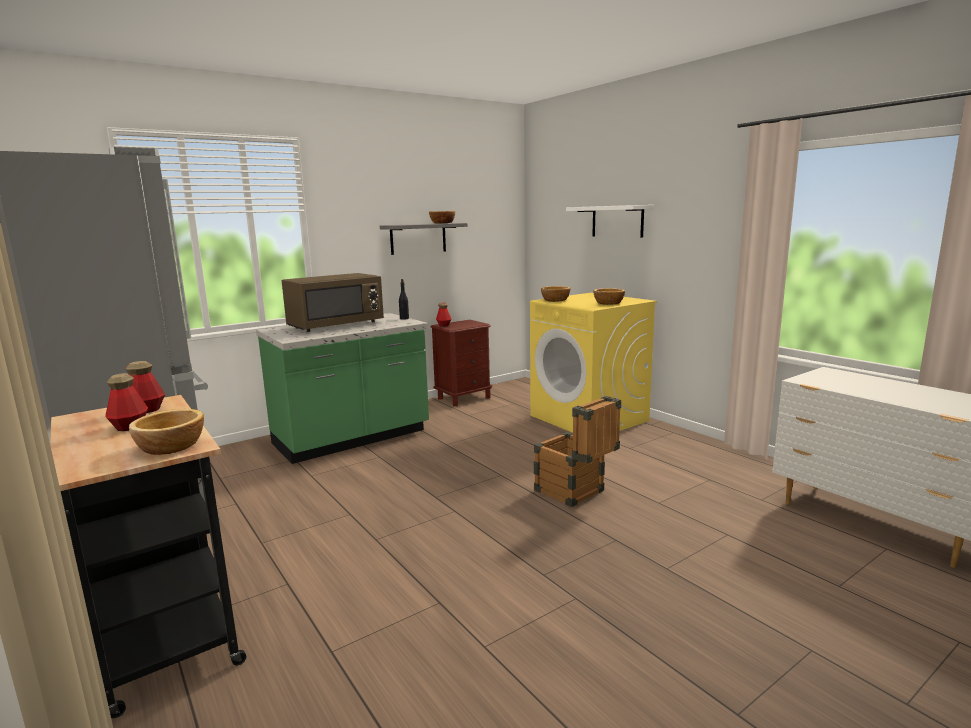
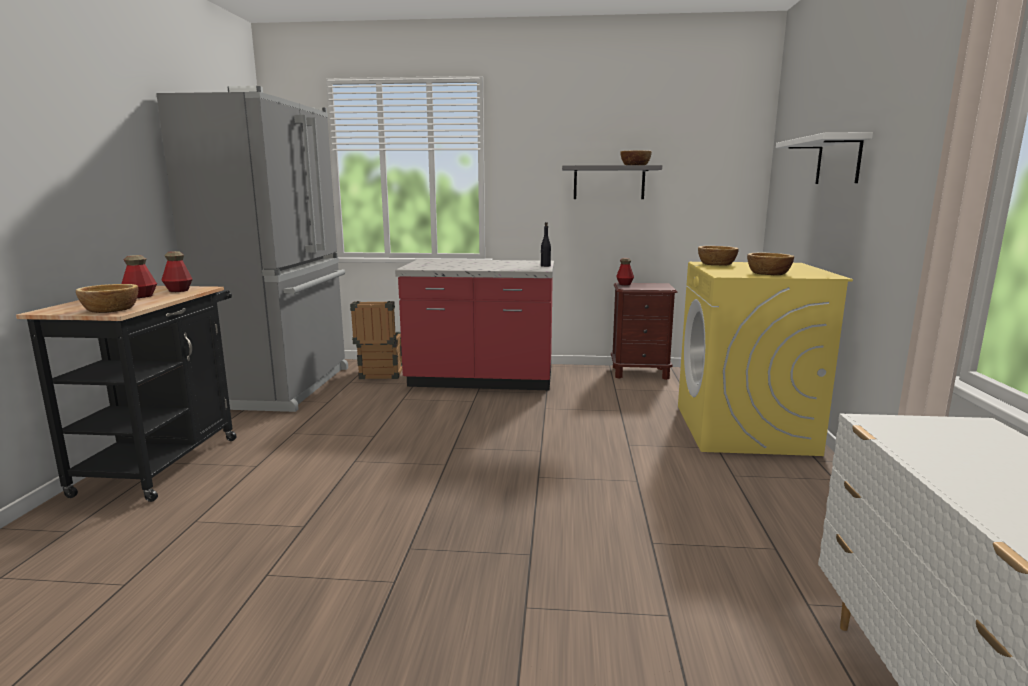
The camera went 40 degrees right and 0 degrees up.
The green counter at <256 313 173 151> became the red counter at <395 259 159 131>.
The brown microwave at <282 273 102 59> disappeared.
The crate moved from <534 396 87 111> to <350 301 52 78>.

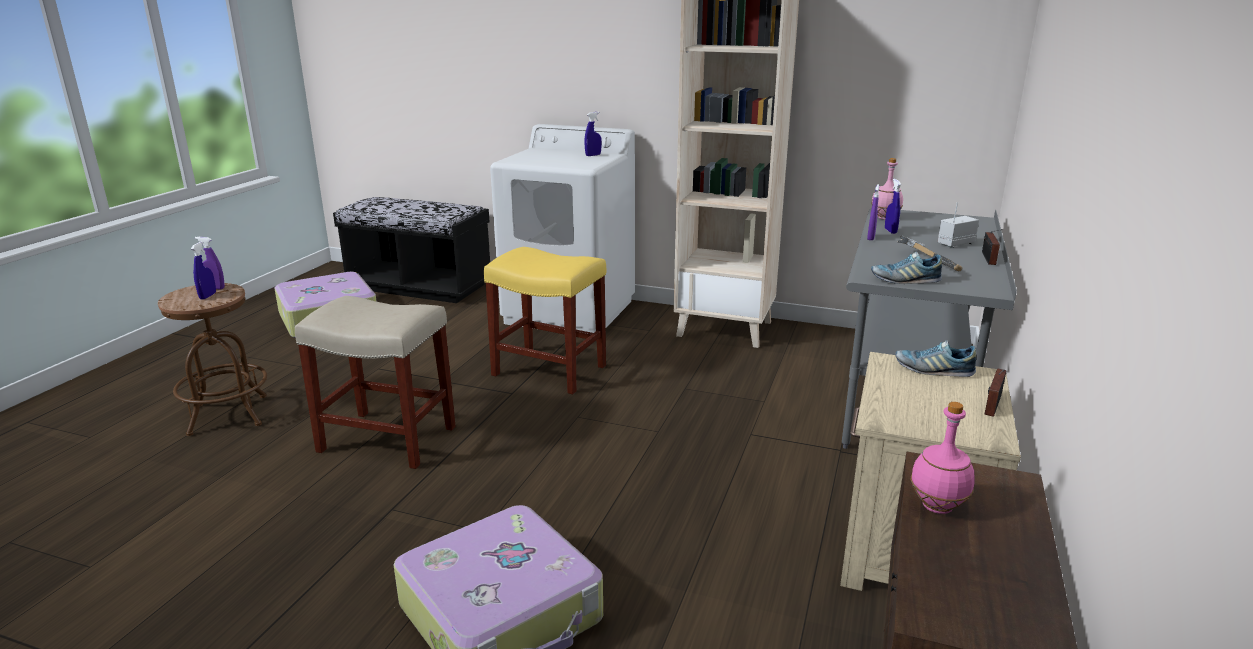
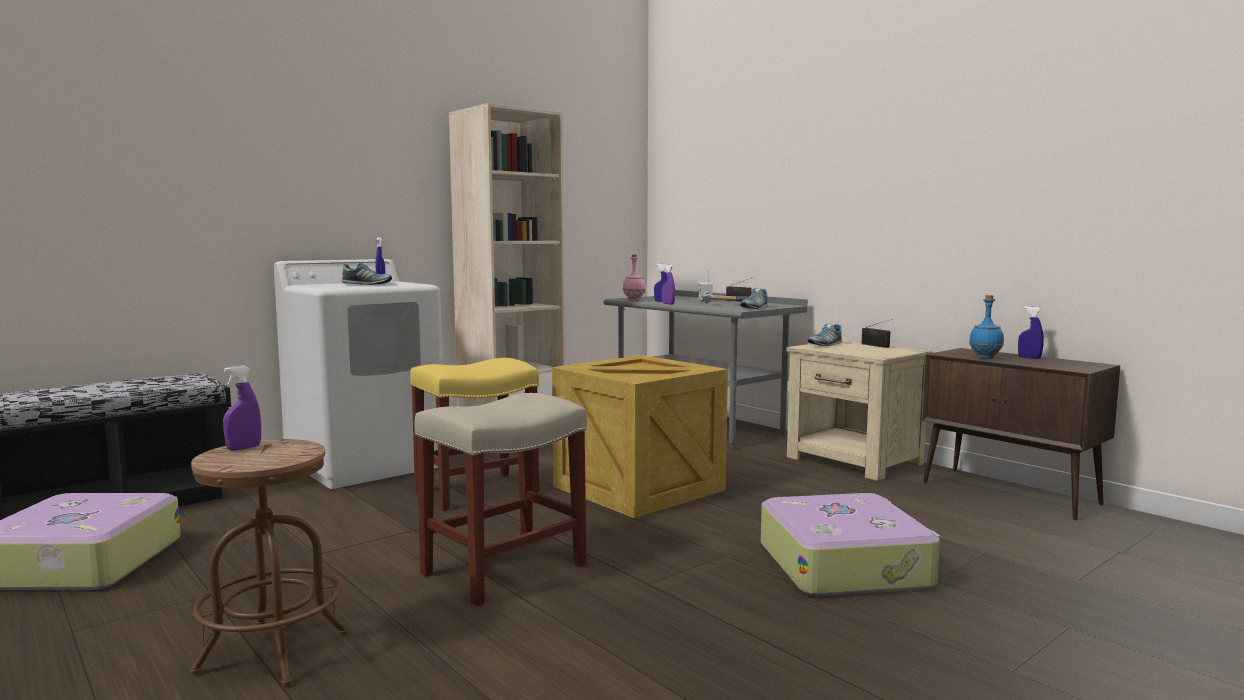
The camera went 60 degrees left and 15 degrees down.
The blue spray bottle moved from <191 241 25 58> to <1018 306 26 53>.
The pink bottle at <911 402 64 112> became the blue bottle at <969 295 35 64>.
The shoe at <341 262 51 23> appeared.
The crate at <552 355 176 163> appeared.

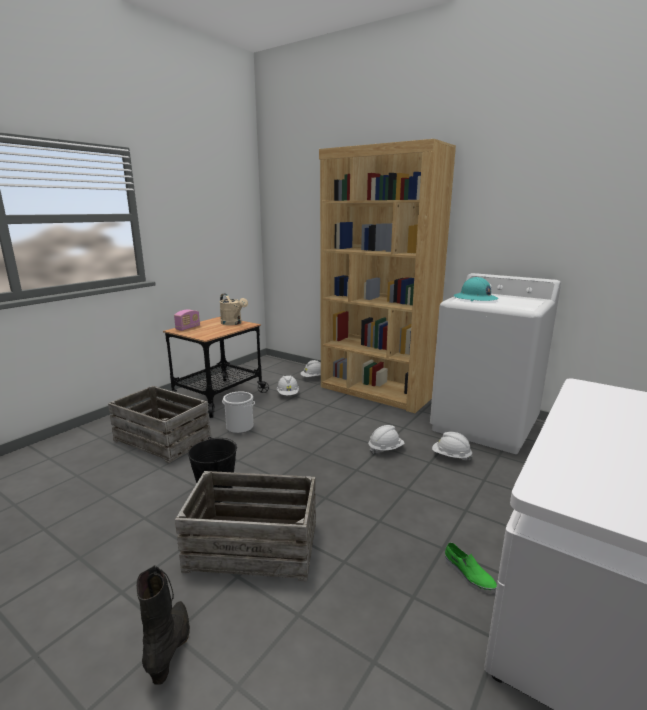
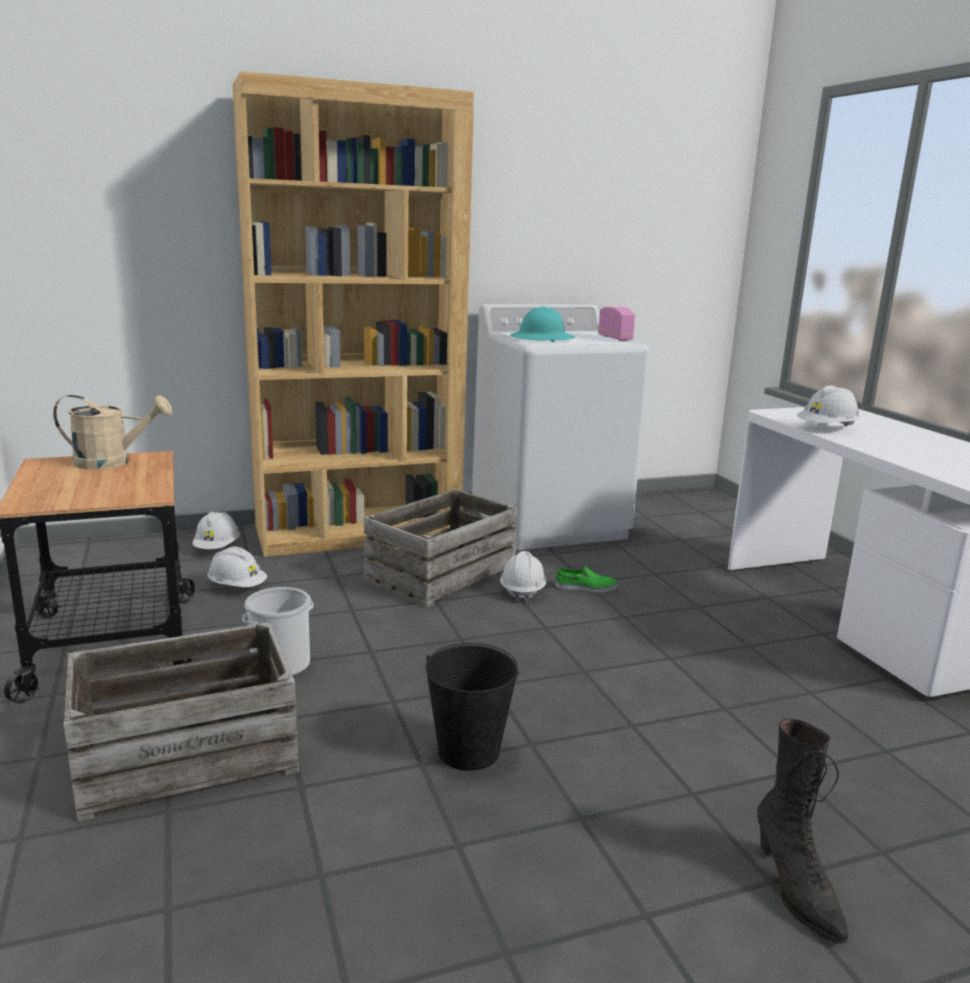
The camera went 55 degrees left and 0 degrees up.
The black boot at <136 565 54 120> turned 135 degrees counterclockwise.
The radio moved from <174 309 26 22> to <598 307 37 34>.
The crate moved from <175 471 141 110> to <363 489 155 119>.
The white hard hat moved from <432 432 41 28> to <797 385 63 42>.
The green shoe moved from <445 542 52 51> to <555 566 63 27>.

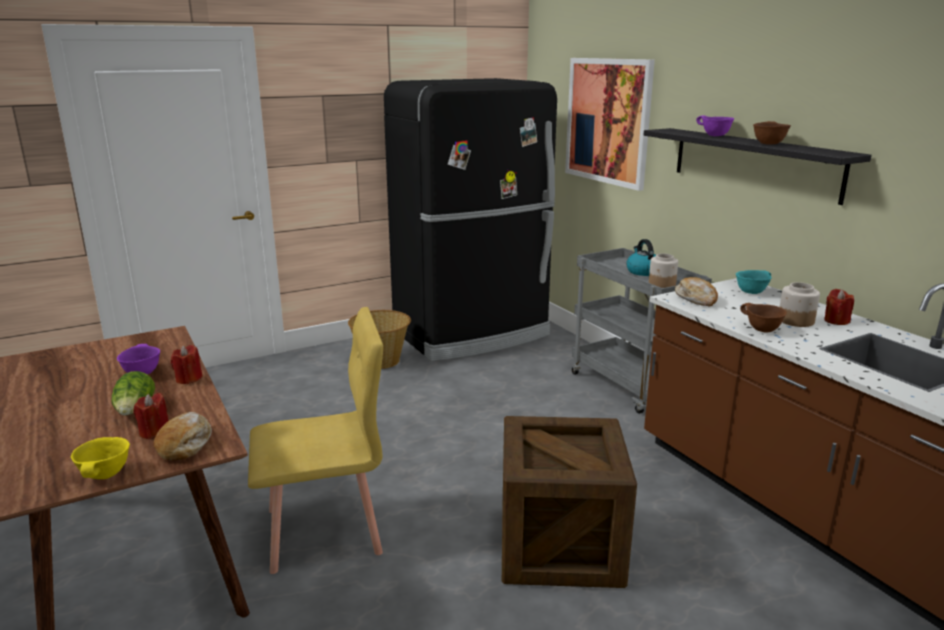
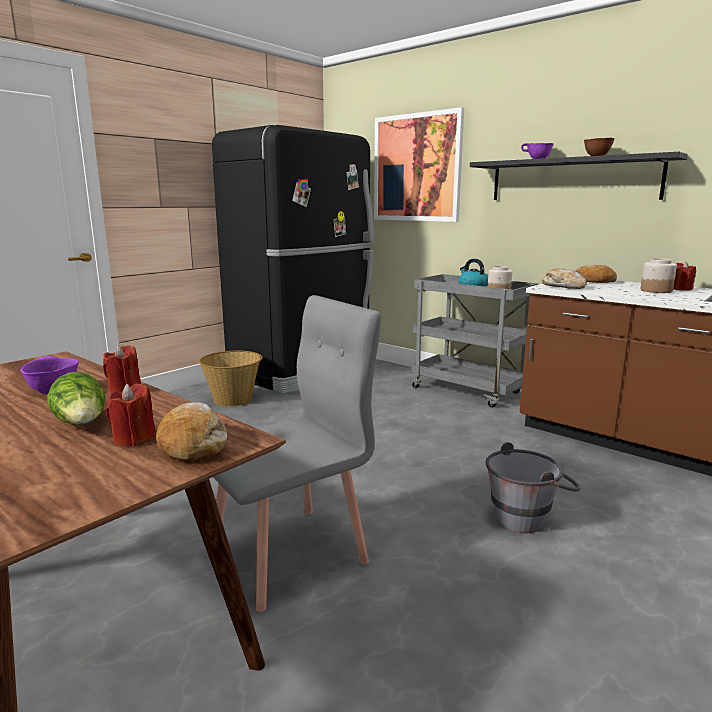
The camera went 20 degrees left and 5 degrees down.
The yellow bowl at <71 437 59 42> disappeared.
The yellow chair at <248 307 135 267> became the grey chair at <213 295 168 317>.
The crate at <502 416 135 172> was replaced by the grey bucket at <485 442 96 91>.
The turquoise bowl at <736 270 36 24> was replaced by the bread at <574 265 43 18>.
The brown bowl at <740 303 47 29> disappeared.

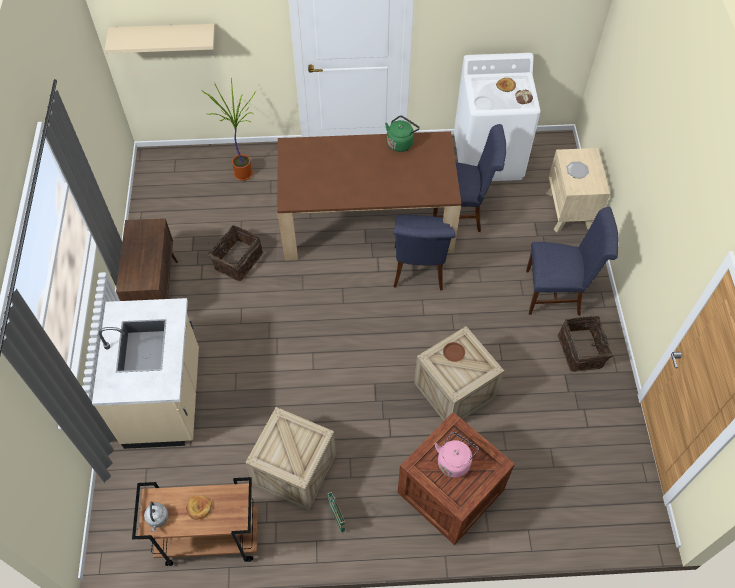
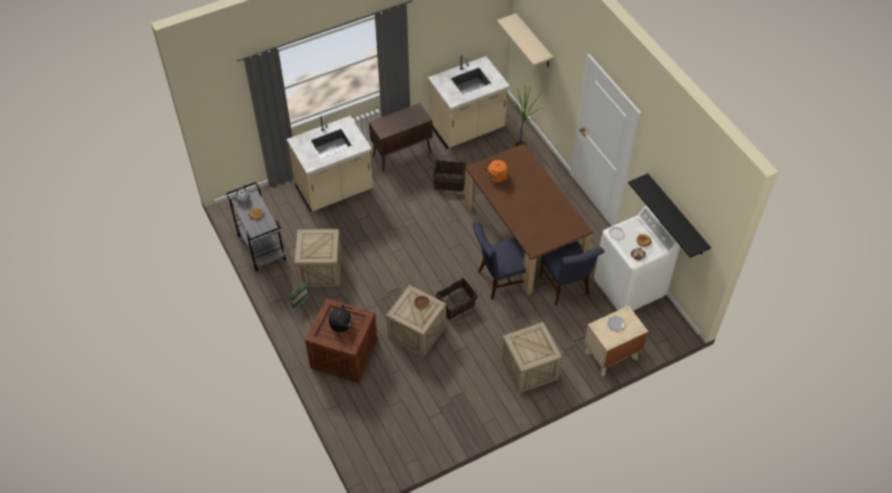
The camera went 65 degrees right and 5 degrees down.
The brown cart at <132 477 126 89> became the grey cart at <226 182 60 90>.
The green kettle at <385 115 35 37> disappeared.
The pink kettle at <435 432 44 46> became the black kettle at <329 304 25 28>.
The blue chair at <526 207 92 109> was replaced by the crate at <501 322 61 72>.
The basket moved from <558 316 54 56> to <436 278 42 42>.
The beige counter at <428 55 82 94> appeared.
The orange kettle at <484 160 24 23> appeared.
The black shelf at <628 173 83 85> appeared.

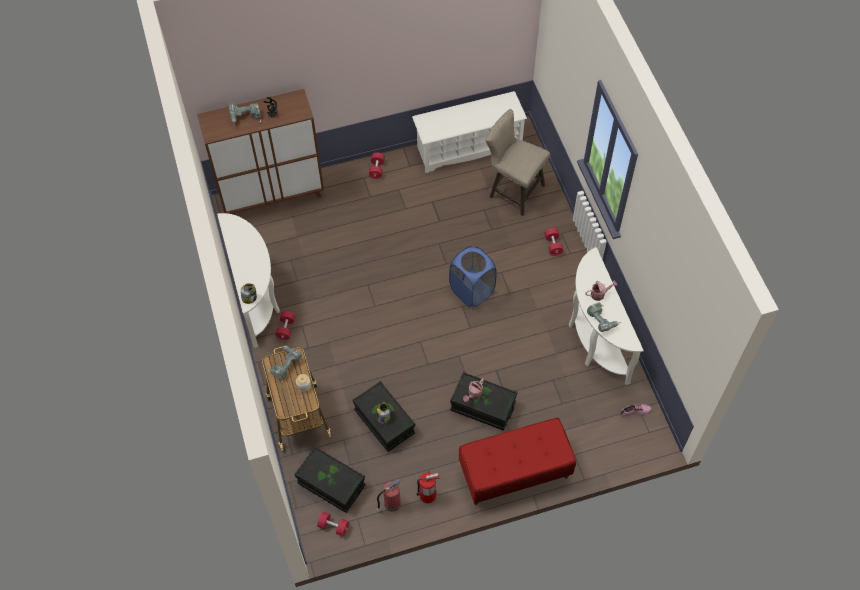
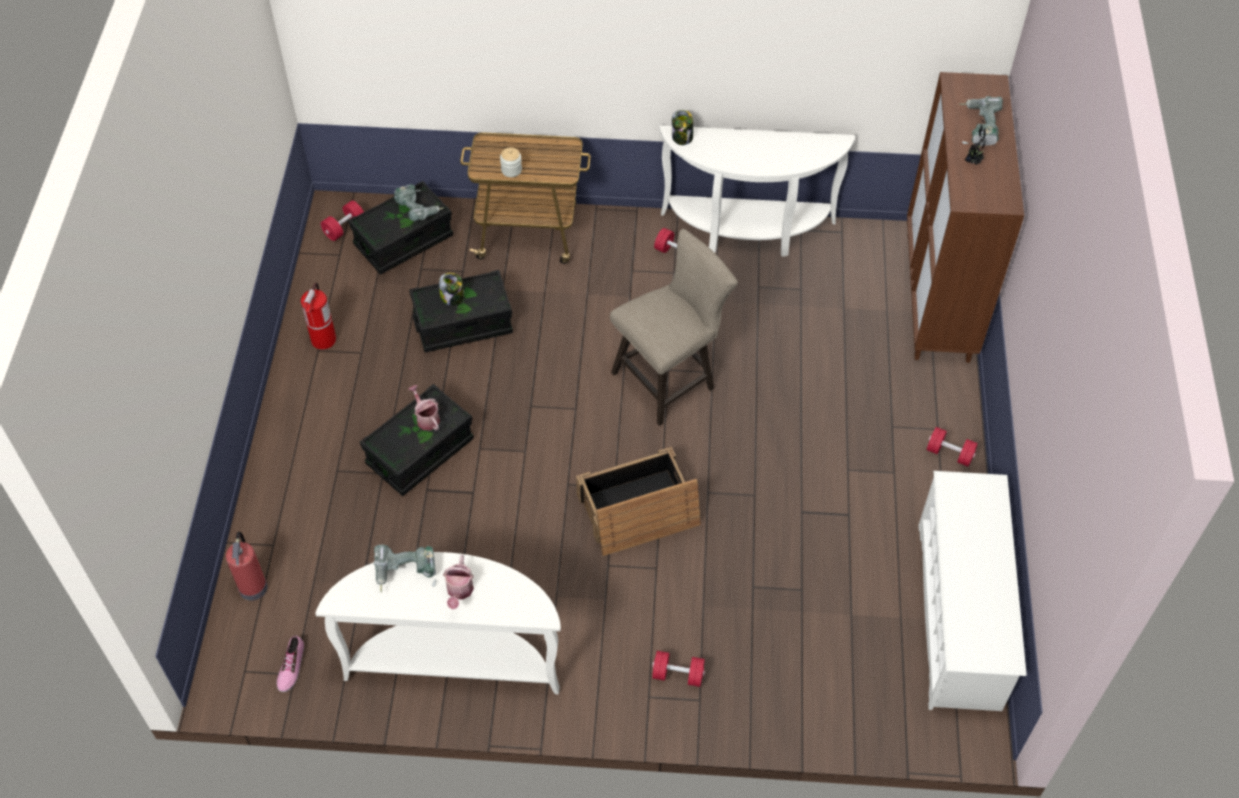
The camera went 110 degrees right and 5 degrees down.
The power drill moved from <268 346 34 33> to <394 184 51 37>.
The fire extinguisher moved from <377 478 24 34> to <226 532 42 69>.
The blue laundry basket at <449 246 48 61> was replaced by the crate at <576 447 125 109>.
The red bench at <459 418 117 87> disappeared.
The beige stool moved from <485 109 65 107> to <610 229 128 197>.

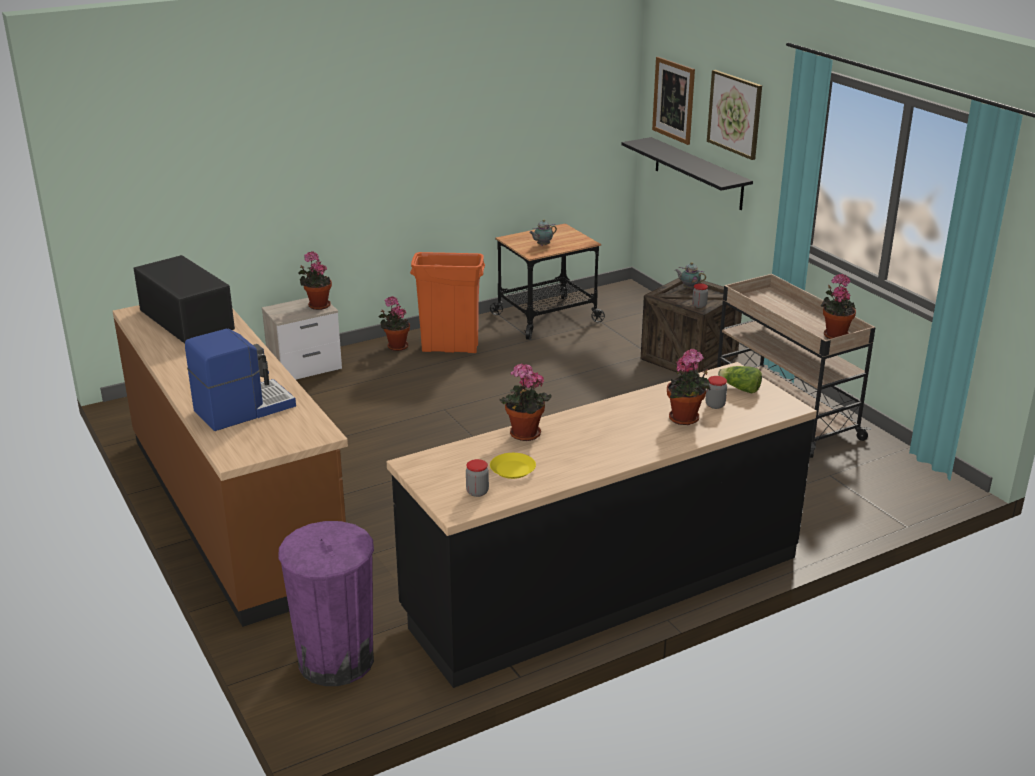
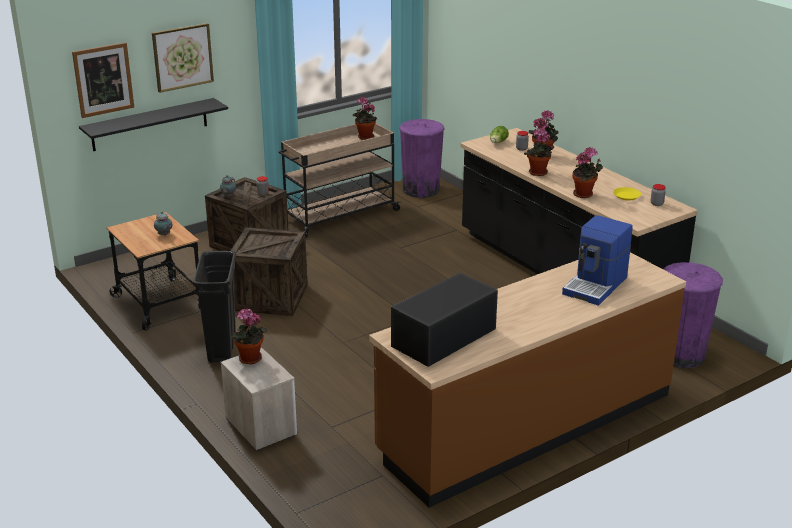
The camera went 95 degrees left and 0 degrees up.
The coffee machine at <185 328 111 103> turned 105 degrees counterclockwise.
The potted plant moved from <379 296 31 55> to <524 128 30 48>.
The orange trash can at <410 252 75 101> became the black trash can at <193 251 43 112>.
The crate at <230 227 78 89> appeared.
The purple trash can at <399 119 46 79> appeared.

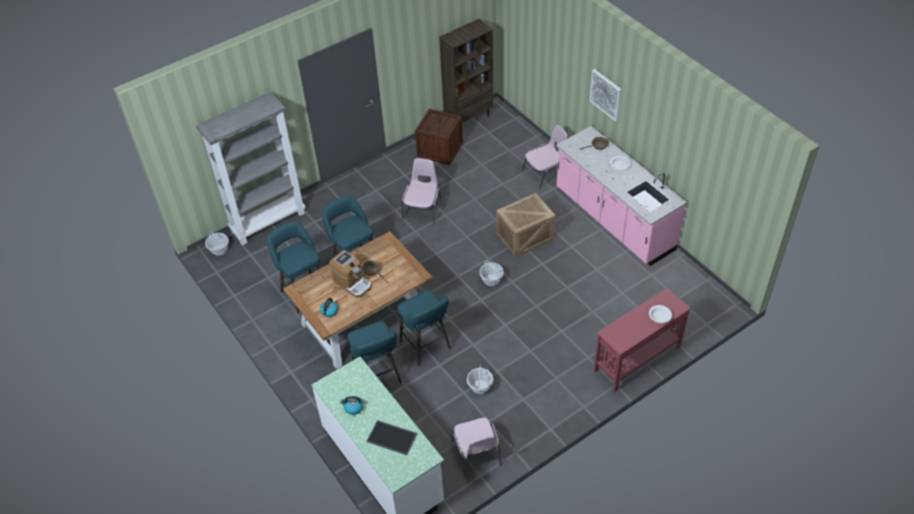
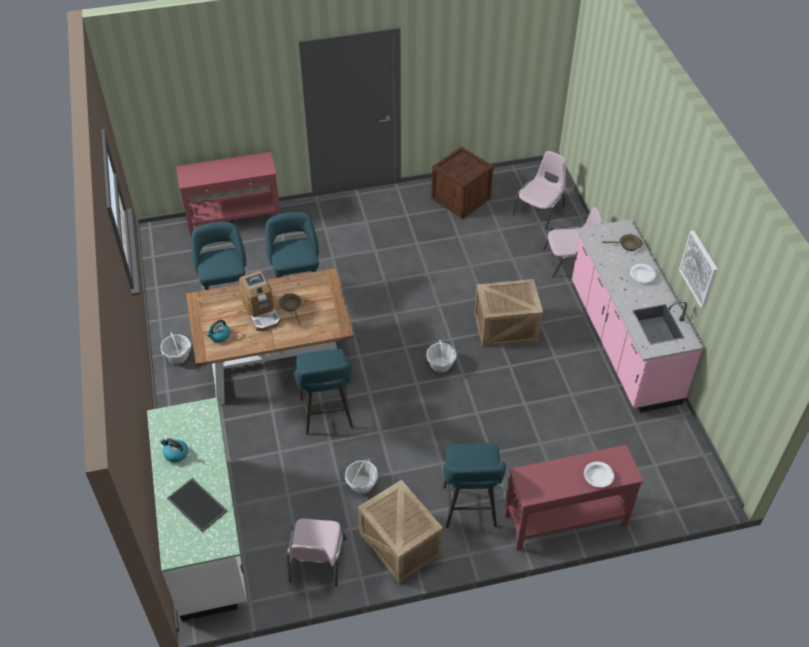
The camera went 20 degrees right and 0 degrees up.
The grey bookcase at <196 92 109 153> was replaced by the red console table at <176 152 104 85>.
The basket moved from <205 232 24 24> to <160 332 31 32>.
The turquoise stool moved from <347 321 55 62> to <443 443 63 85>.
The pink chair moved from <402 158 39 65> to <512 151 54 79>.
The brown bookcase at <439 19 54 104> disappeared.
The picture moved from <590 69 31 52> to <679 231 39 78>.
The crate at <358 480 85 103> appeared.

